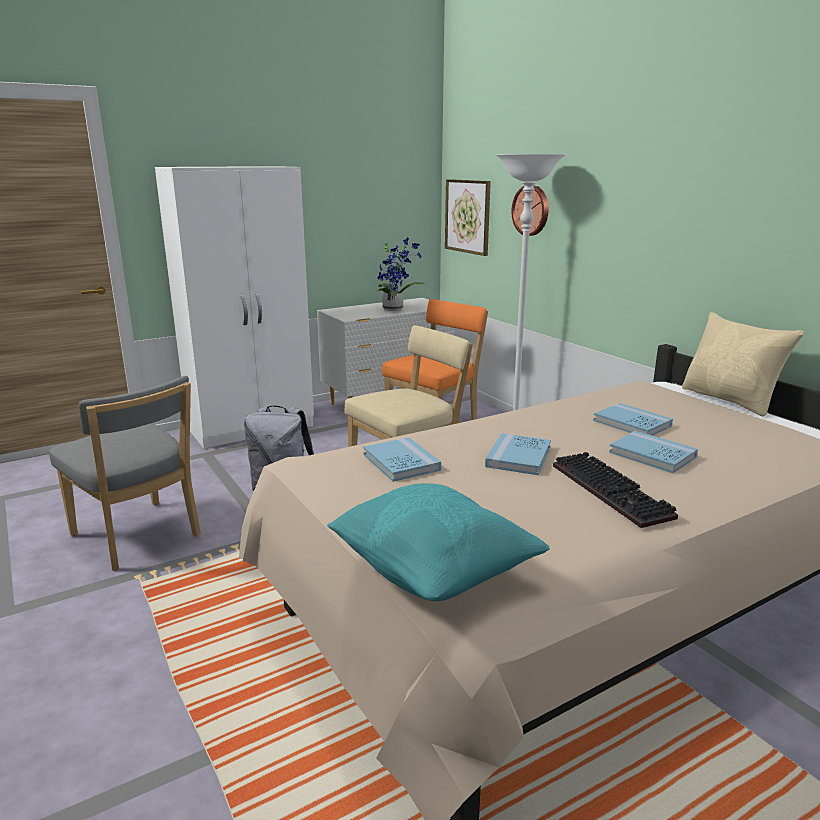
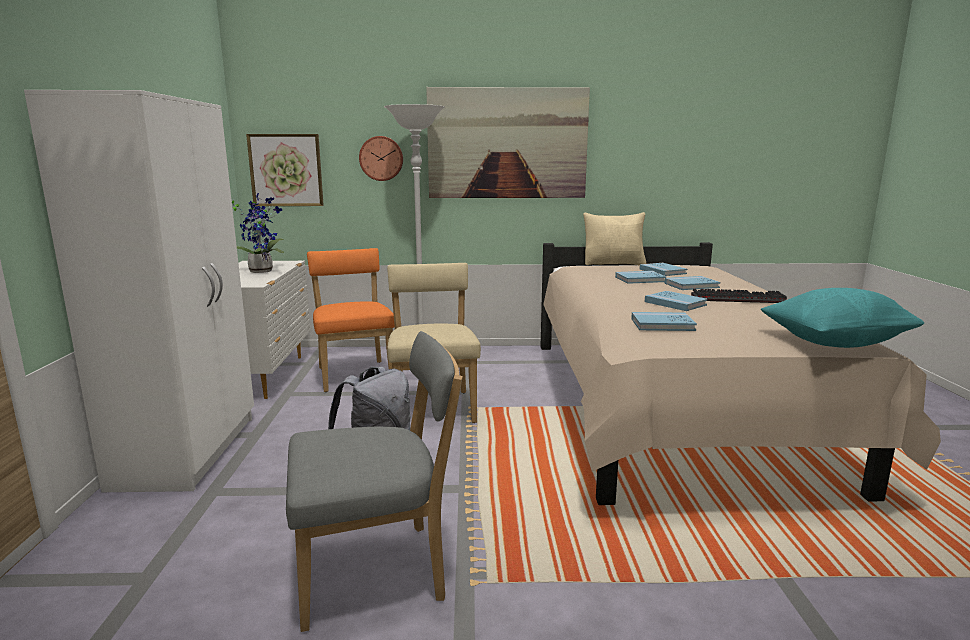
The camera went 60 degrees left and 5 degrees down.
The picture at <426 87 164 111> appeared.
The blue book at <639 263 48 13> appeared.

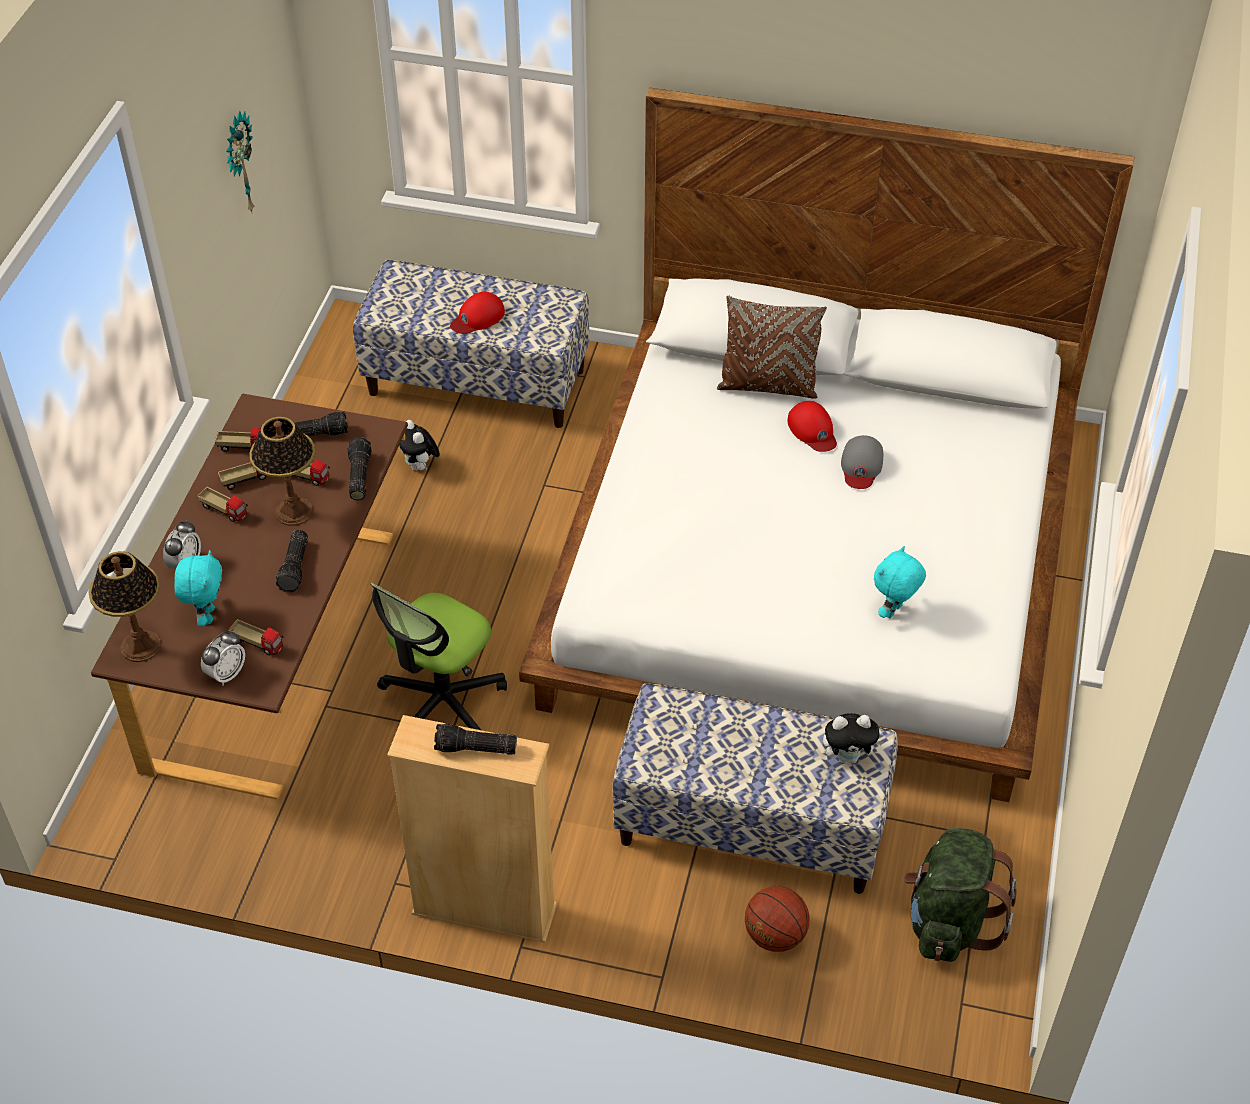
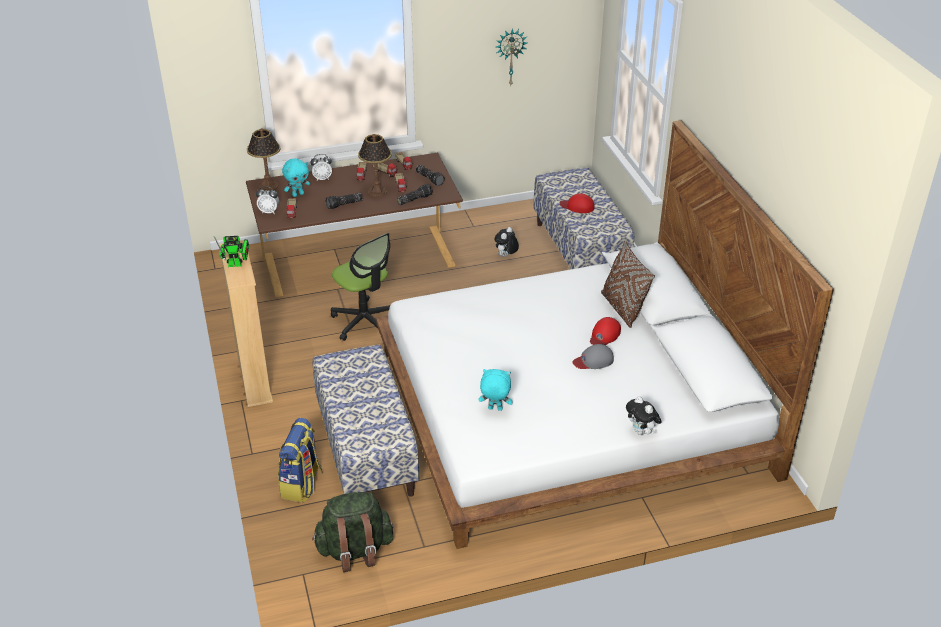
The camera went 60 degrees right and 10 degrees down.
The office chair at <370 583 137 147> turned 135 degrees counterclockwise.
The flashlight at <434 724 83 31> was replaced by the toy robot at <214 236 35 31>.
The basketball at <745 886 64 66> was replaced by the backpack at <278 418 45 84>.
The plush toy moved from <823 713 61 51> to <626 396 36 39>.

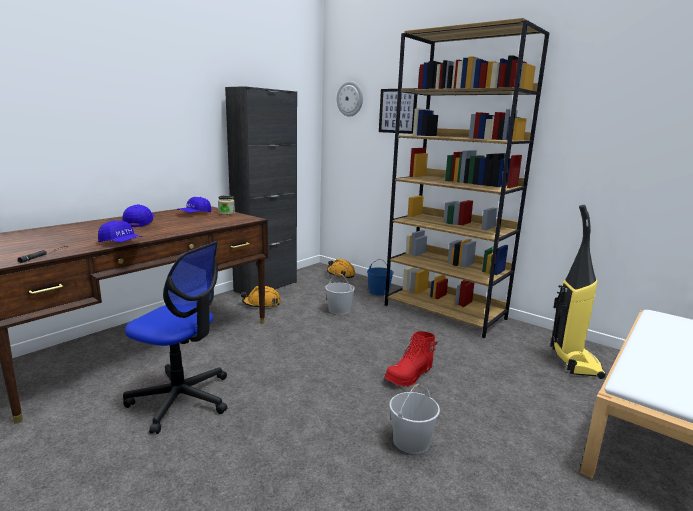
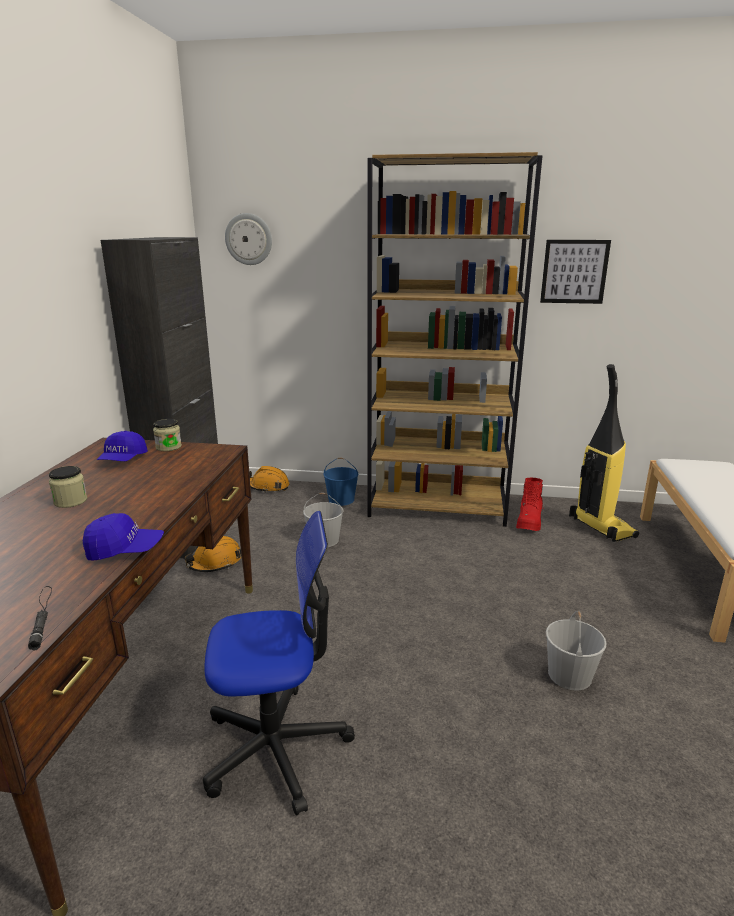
The camera went 30 degrees left and 5 degrees up.
The blue cap at <123 204 32 23> was replaced by the jar at <49 466 38 42>.
The picture moved from <379 88 39 46> to <540 240 71 64>.
The red boot moved from <384 331 53 56> to <516 478 28 53>.

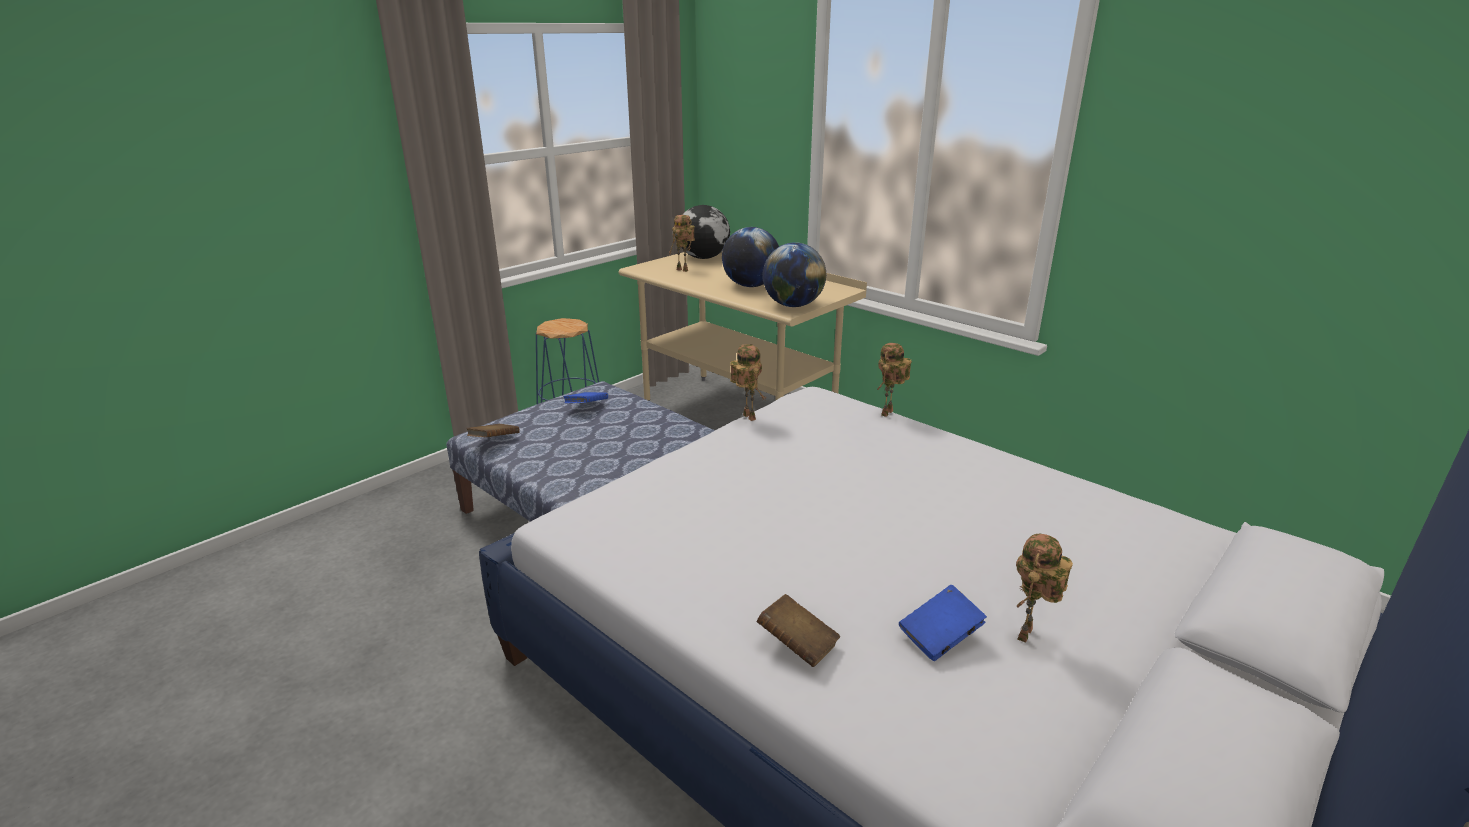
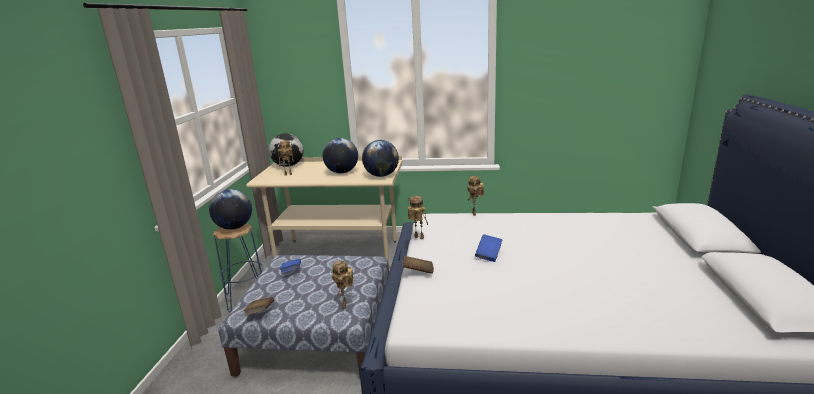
The camera went 35 degrees left and 5 degrees down.
The brown book moved from <757 594 83 73> to <402 256 32 18>.
The blue book moved from <899 585 88 76> to <475 234 28 28>.
The toy robot moved from <1016 534 57 109> to <332 261 22 48>.
The globe at <209 189 43 41> appeared.

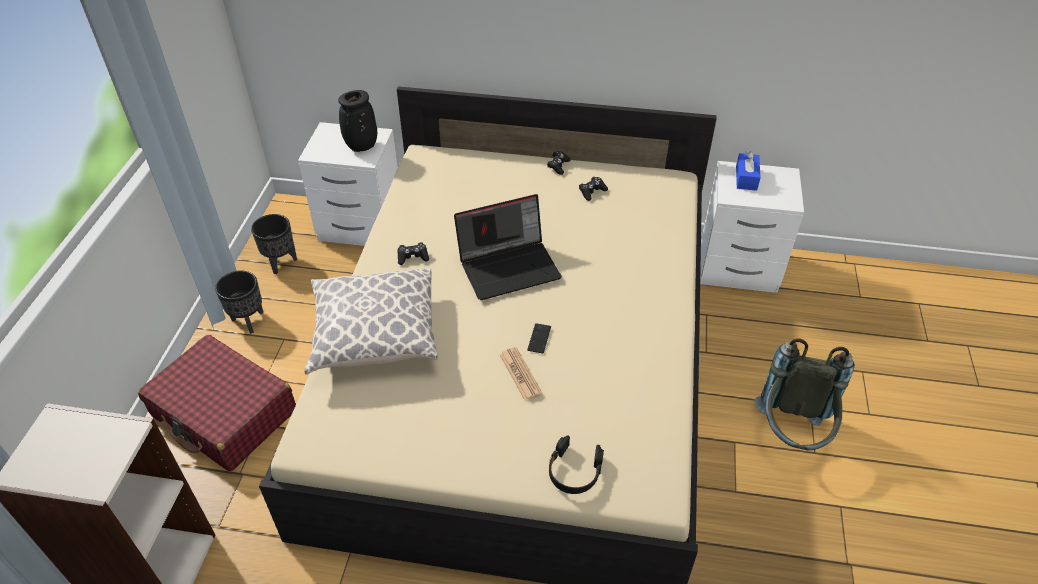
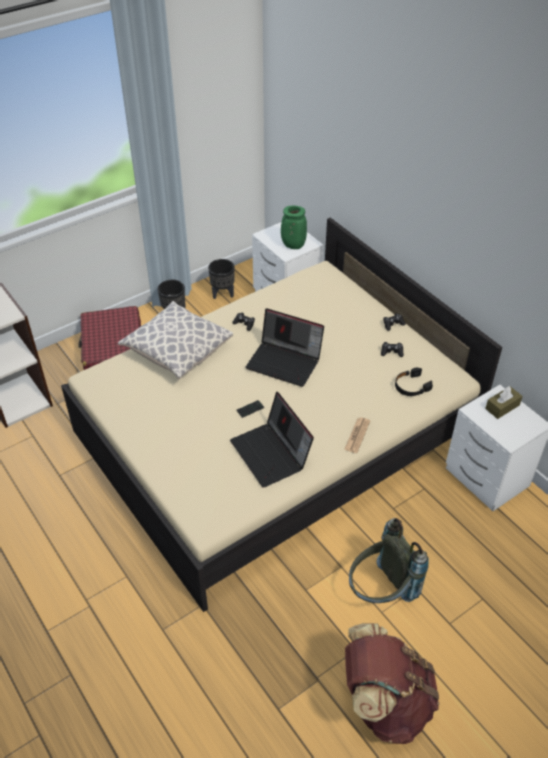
The camera went 45 degrees right and 0 degrees up.
The black vase at <338 90 39 62> became the green vase at <281 206 26 43>.
The newspaper moved from <500 347 43 54> to <344 418 26 35>.
The black headphones moved from <549 435 55 59> to <395 367 38 29>.
The blue tissue box at <736 151 25 40> became the brown tissue box at <485 386 38 33>.
The laptop at <230 392 84 96> appeared.
The brown backpack at <345 623 94 121> appeared.

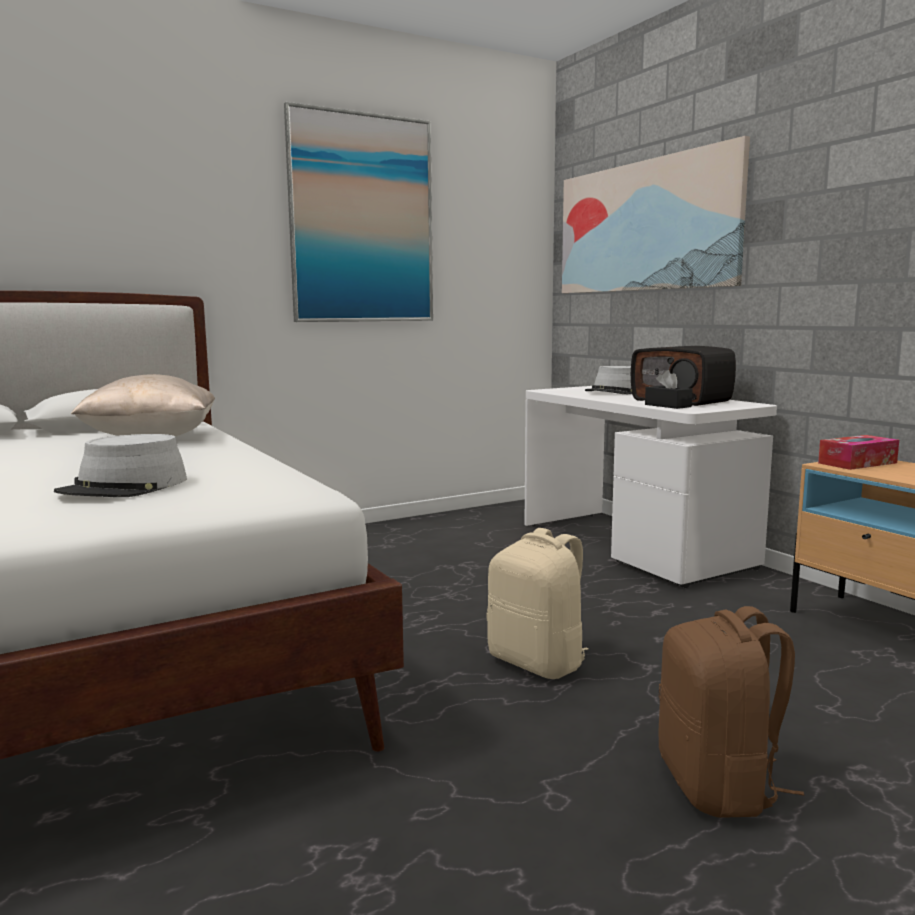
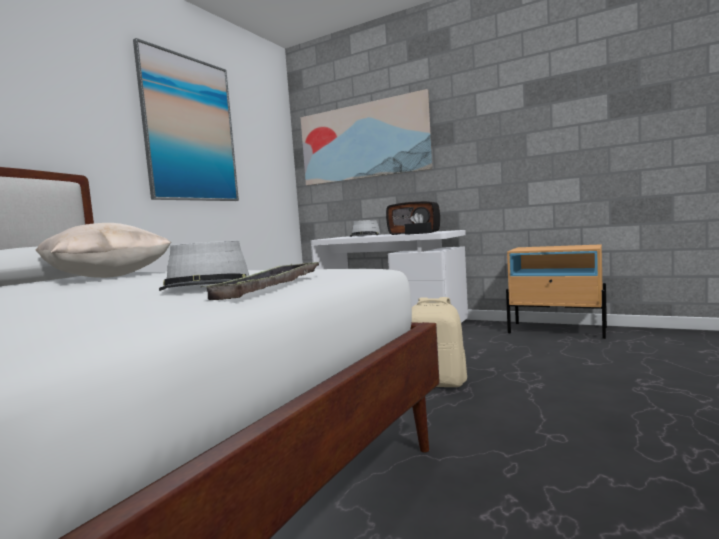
The camera went 30 degrees left and 5 degrees down.
The brown backpack at <658 606 146 212> disappeared.
The tissue box at <818 435 81 35> disappeared.
The tray at <201 262 118 38> appeared.

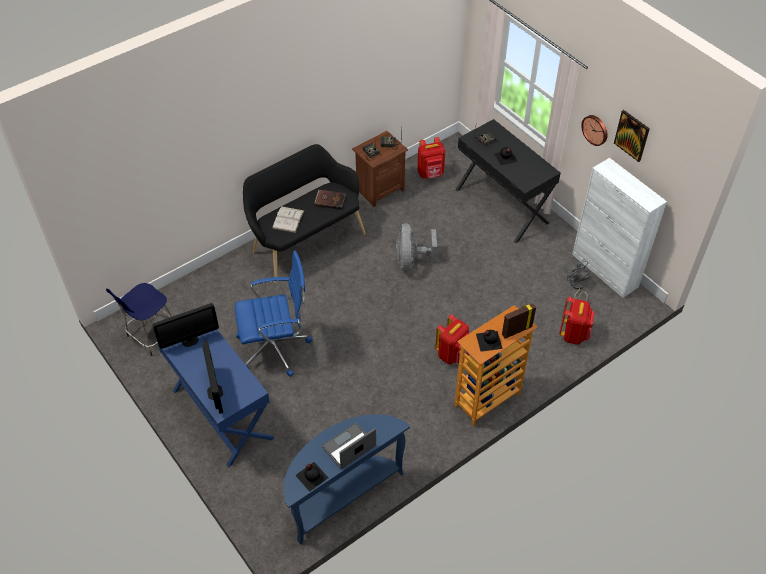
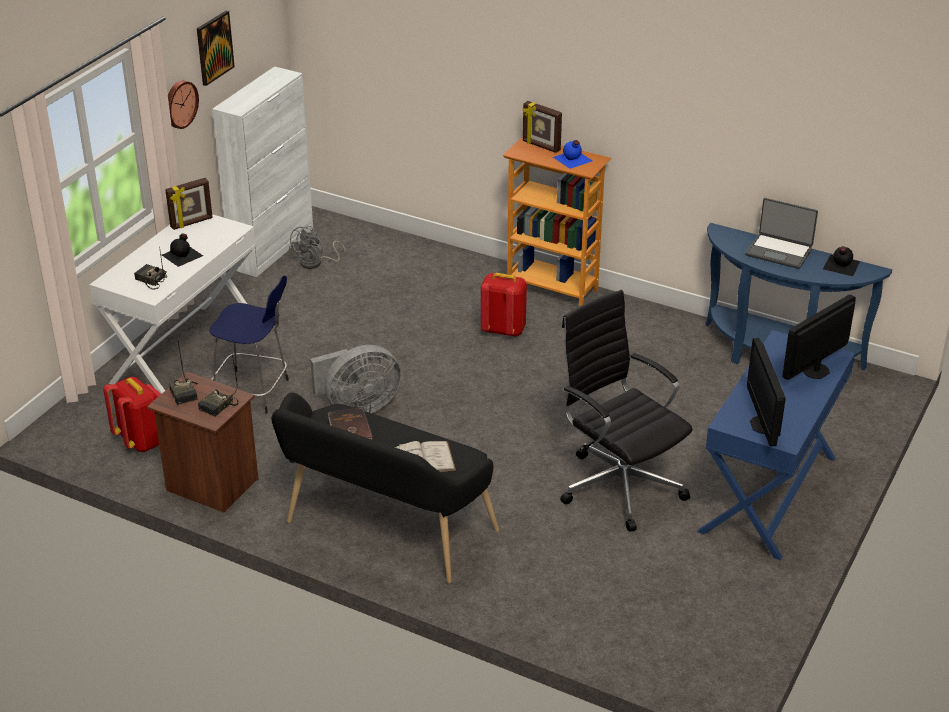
The camera went 115 degrees left and 15 degrees down.
The blue stool moved from <106 283 66 73> to <209 275 80 139>.
The monitor at <152 303 67 46> turned 135 degrees counterclockwise.
The blue office chair at <235 251 78 126> became the black office chair at <560 290 133 242>.
The black desk at <455 119 106 124> became the white desk at <90 214 166 180>.
The black bottle at <476 330 27 22> became the blue bottle at <553 140 39 29>.
The red backpack at <559 297 36 48> disappeared.
The picture frame at <165 178 48 52> appeared.

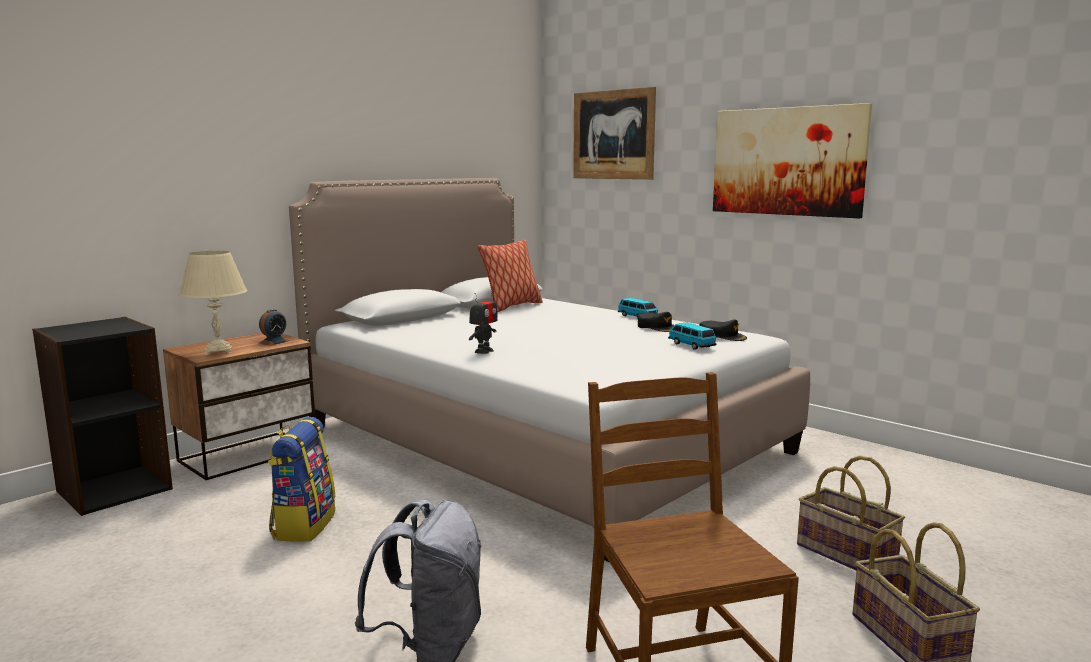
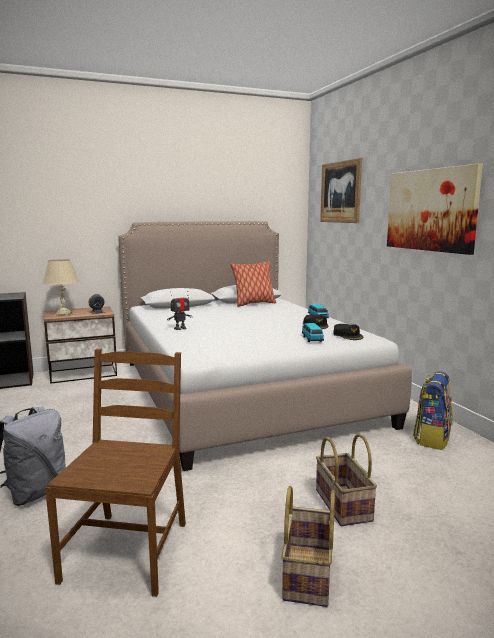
The camera went 25 degrees right and 0 degrees up.
The backpack moved from <268 417 67 125> to <413 371 40 79>.

